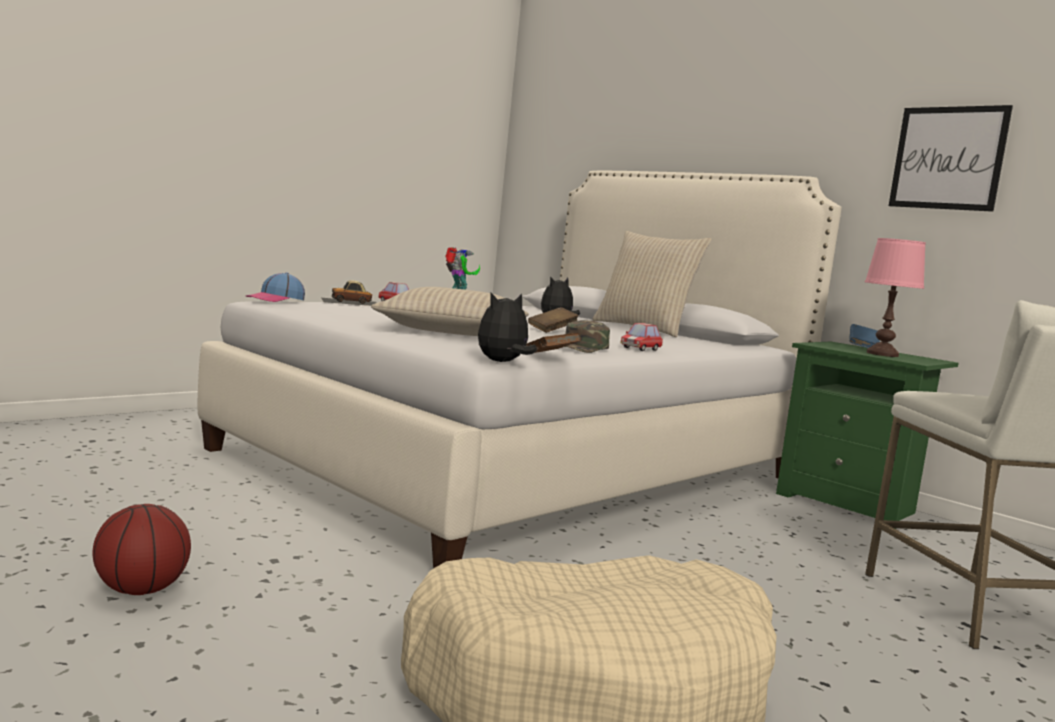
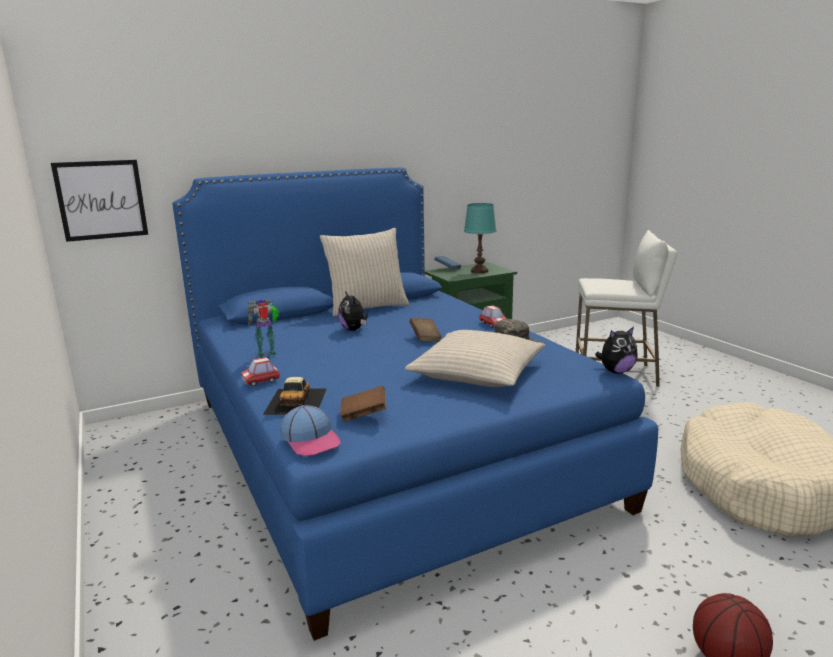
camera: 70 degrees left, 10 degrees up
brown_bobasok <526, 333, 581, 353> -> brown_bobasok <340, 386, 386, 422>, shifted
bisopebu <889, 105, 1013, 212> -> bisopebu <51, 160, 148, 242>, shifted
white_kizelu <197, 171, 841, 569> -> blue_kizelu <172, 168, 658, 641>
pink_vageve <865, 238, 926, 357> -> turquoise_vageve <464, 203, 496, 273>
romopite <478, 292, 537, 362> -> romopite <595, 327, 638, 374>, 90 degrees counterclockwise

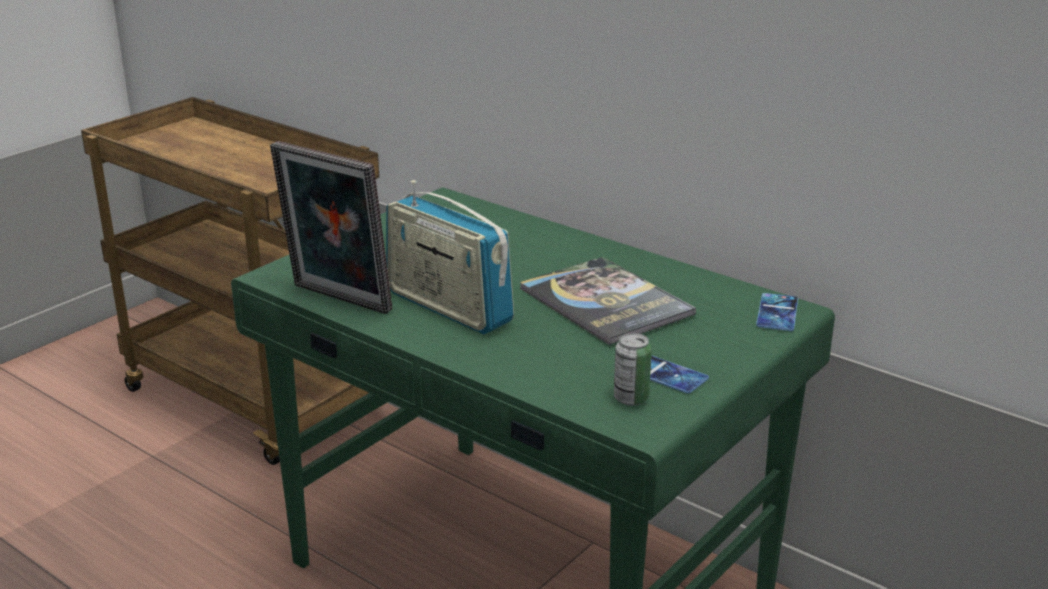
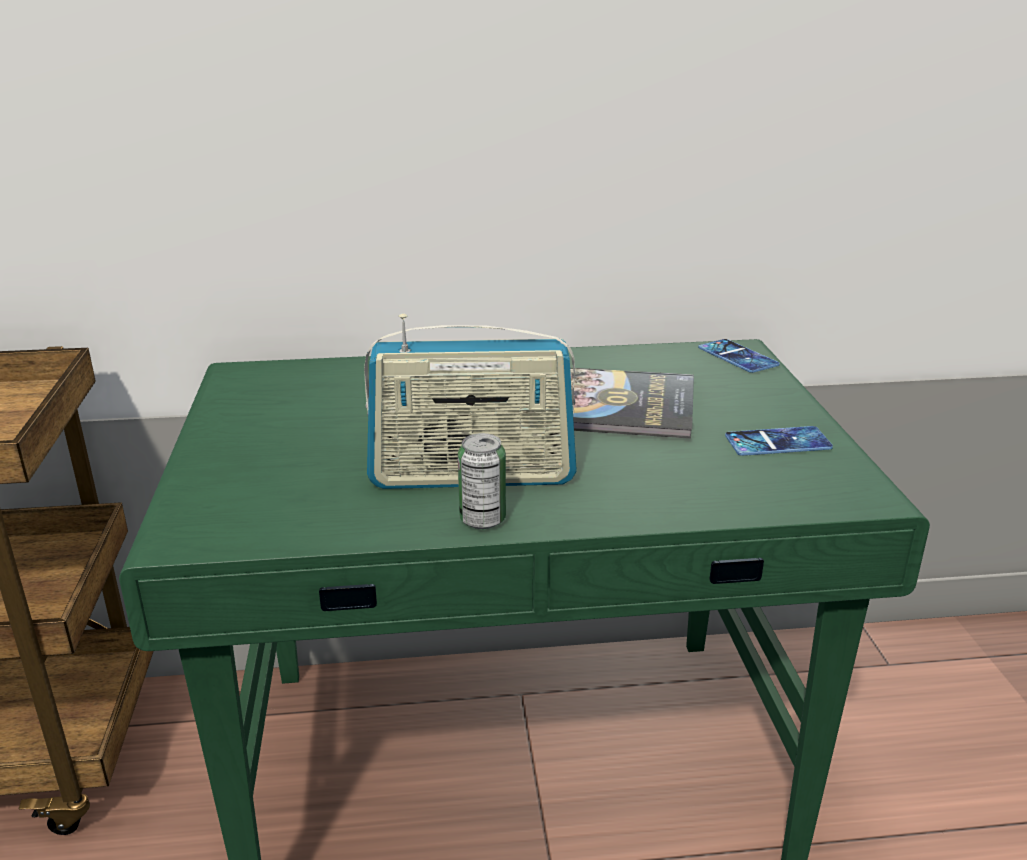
camera: 45 degrees left, 0 degrees up
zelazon <270, 141, 392, 314> -> none
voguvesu <614, 333, 652, 406> -> voguvesu <458, 433, 506, 529>, shifted

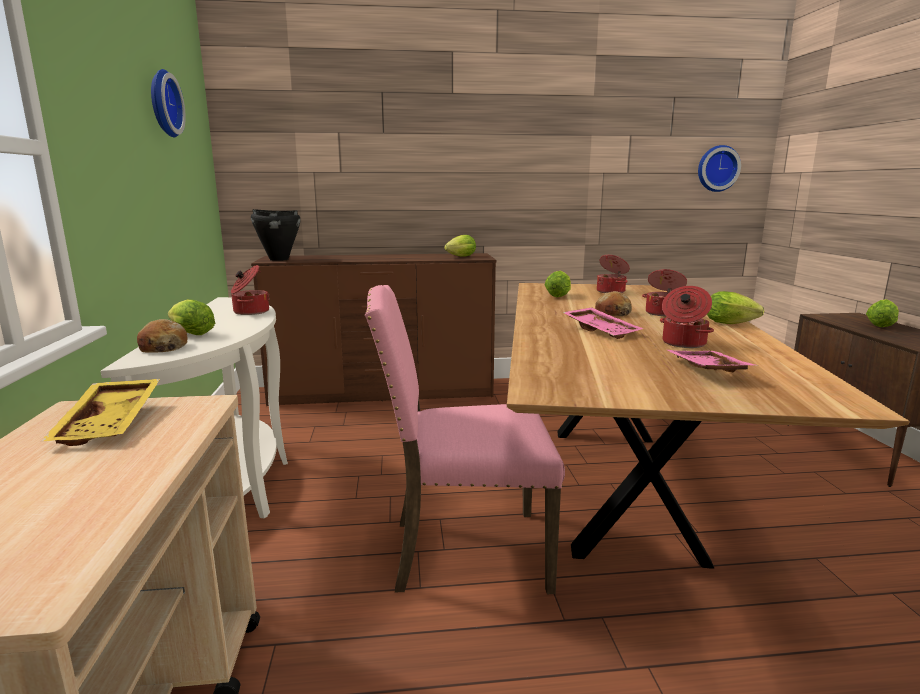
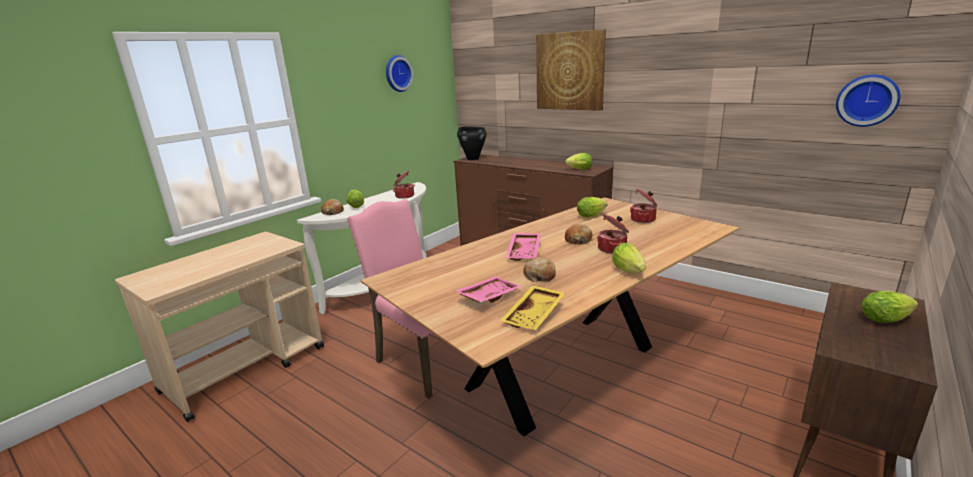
camera: 45 degrees right, 5 degrees up
none -> bisopebu <536, 29, 606, 111>
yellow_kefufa <41, 379, 160, 446> -> yellow_kefufa <500, 285, 565, 330>, shifted
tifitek <660, 286, 714, 348> -> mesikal <523, 256, 556, 282>

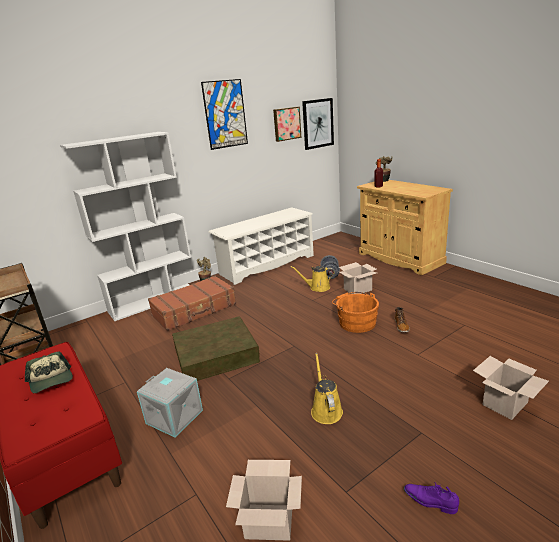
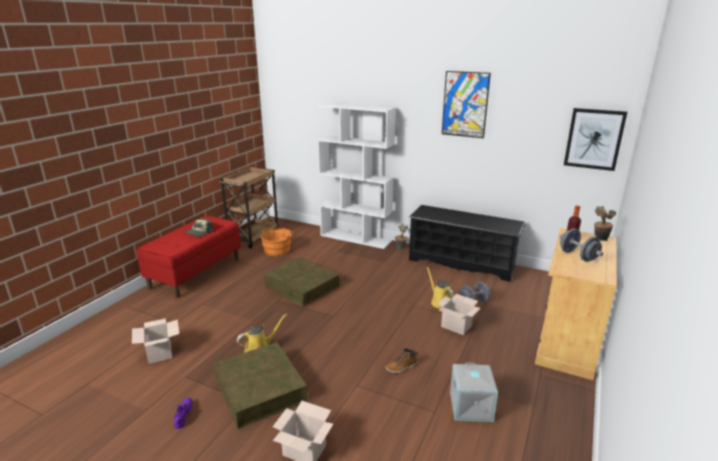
camera: 60 degrees right, 0 degrees up
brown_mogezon <148, 276, 236, 331> -> none
bisopebu <273, 107, 301, 142> -> none
none -> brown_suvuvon <213, 342, 308, 429>
none -> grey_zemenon <560, 229, 603, 262>
grey_suvuvon <137, 368, 203, 437> -> grey_suvuvon <450, 362, 498, 422>, shifted
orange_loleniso <332, 292, 379, 333> -> orange_loleniso <261, 228, 294, 256>, shifted
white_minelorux <208, 208, 314, 285> -> black_minelorux <409, 205, 526, 282>

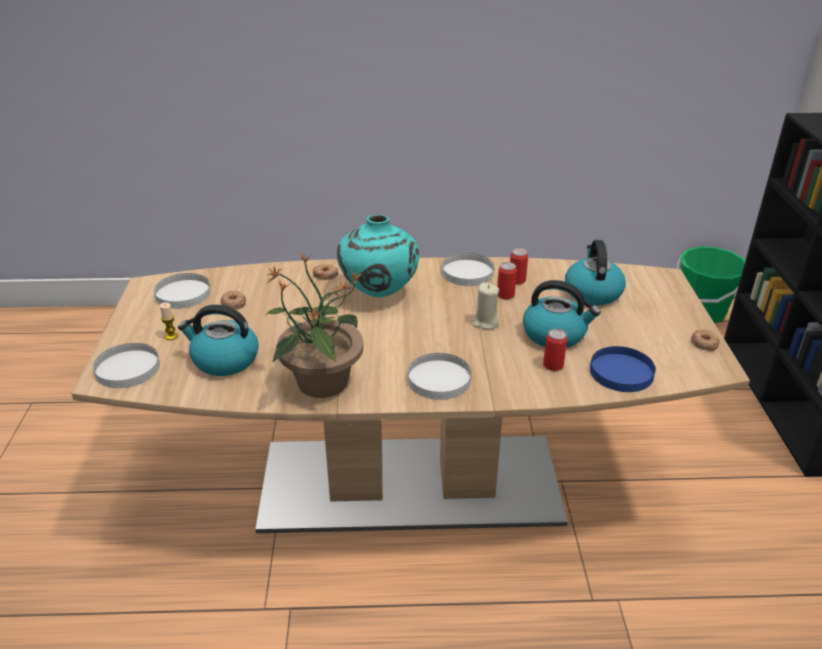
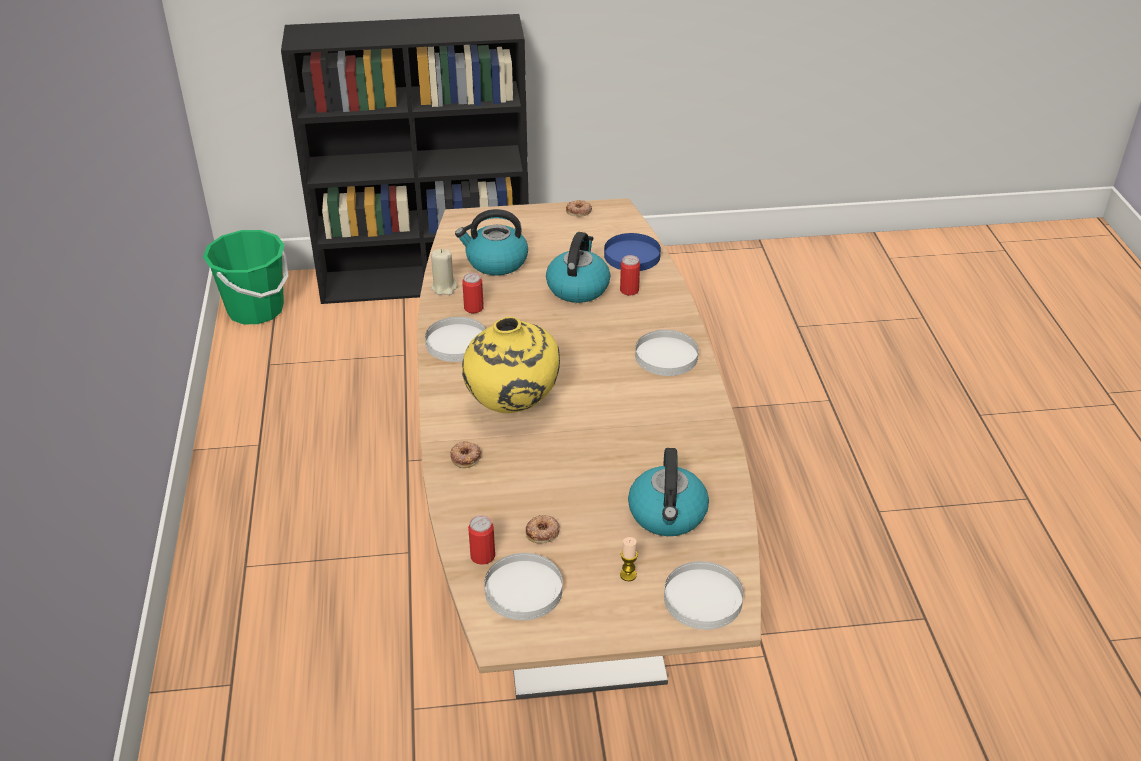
camera: 95 degrees left, 5 degrees up
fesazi <265, 253, 364, 398> -> none
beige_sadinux <473, 283, 499, 329> -> beige_sadinux <431, 249, 457, 295>, shifted
voguvesu <497, 262, 517, 299> -> voguvesu <468, 515, 495, 565>, shifted
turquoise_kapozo <336, 215, 419, 297> -> yellow_kapozo <462, 316, 560, 413>

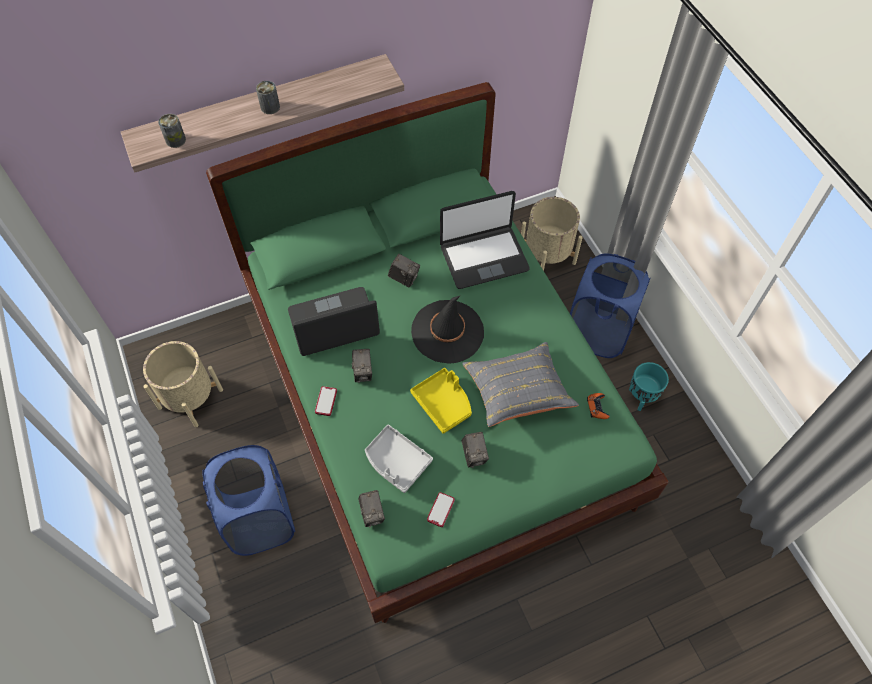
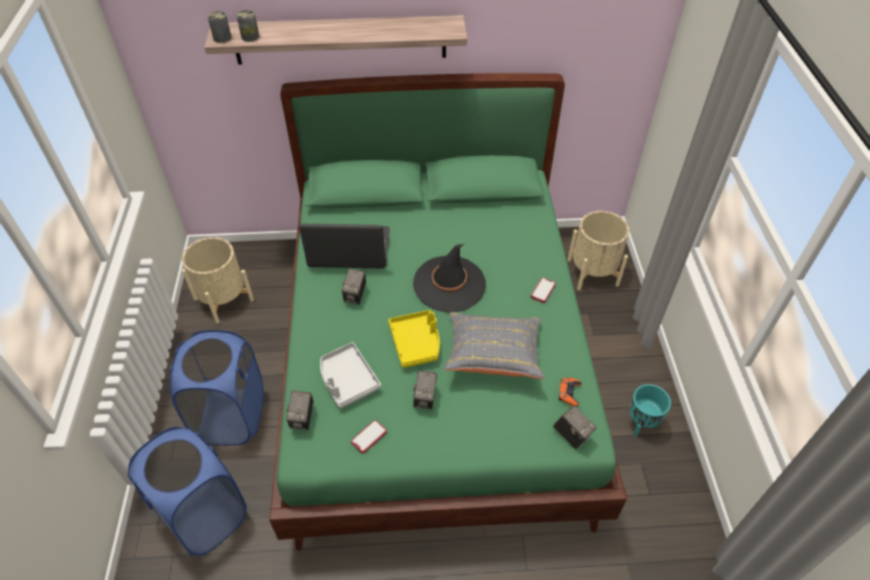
camera: 20 degrees right, 10 degrees down
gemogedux <440, 191, 530, 289> -> none
voguvesu <256, 81, 280, 114> -> voguvesu <208, 11, 232, 43>, shifted
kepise <315, 386, 337, 416> -> kepise <531, 278, 556, 303>, shifted
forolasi <388, 254, 420, 288> -> forolasi <553, 405, 597, 449>, shifted
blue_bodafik <570, 253, 651, 358> -> blue_bodafik <127, 427, 247, 556>, shifted

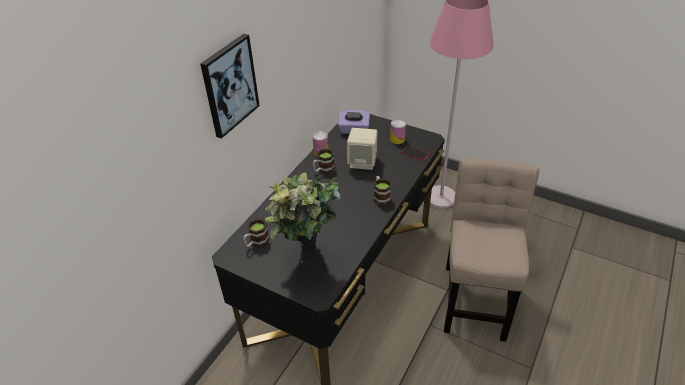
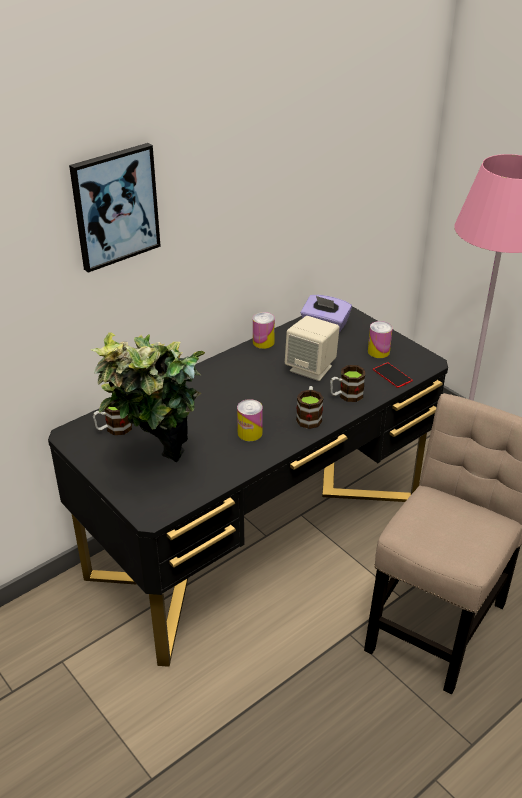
camera: 20 degrees right, 5 degrees down
none -> voguvesu <237, 399, 263, 441>
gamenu <313, 148, 335, 174> -> gamenu <330, 365, 365, 402>, shifted

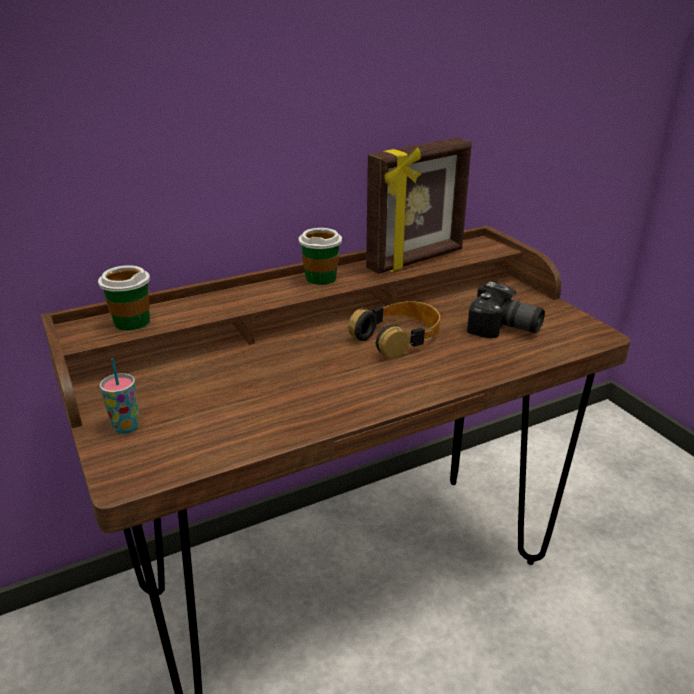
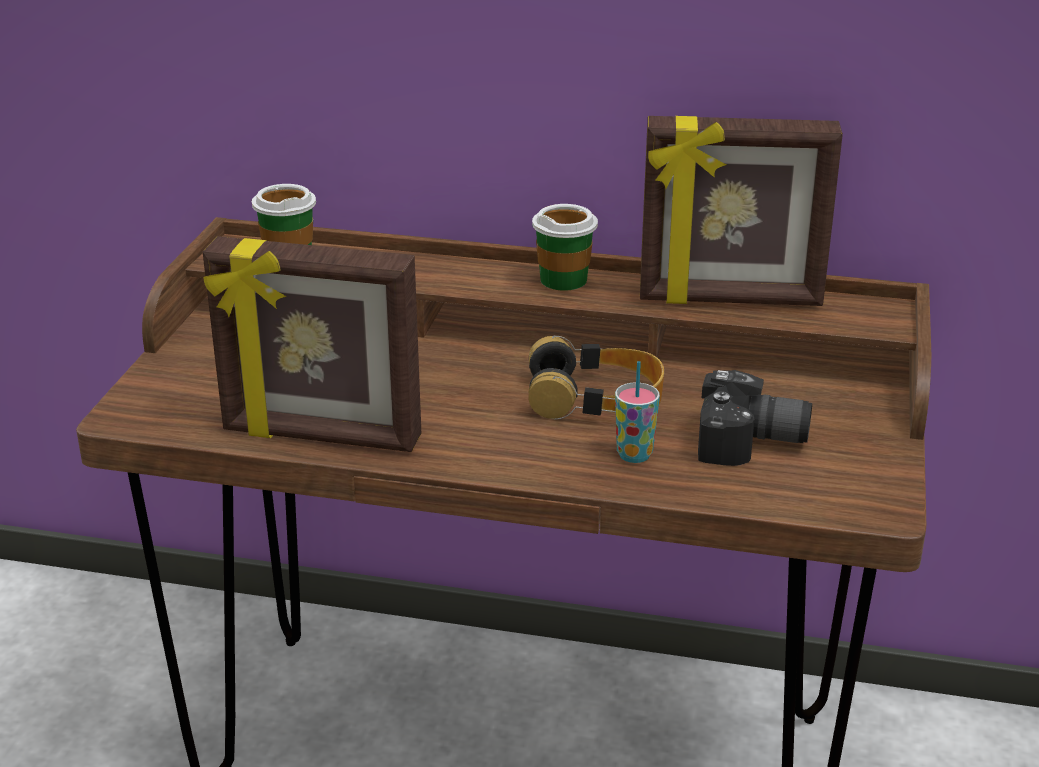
camera: 40 degrees right, 0 degrees up
none -> zelazon <203, 236, 421, 452>
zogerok <100, 358, 140, 434> -> zogerok <615, 361, 660, 463>, shifted
forolasi <467, 282, 545, 338> -> forolasi <698, 370, 812, 466>, 60 degrees counterclockwise

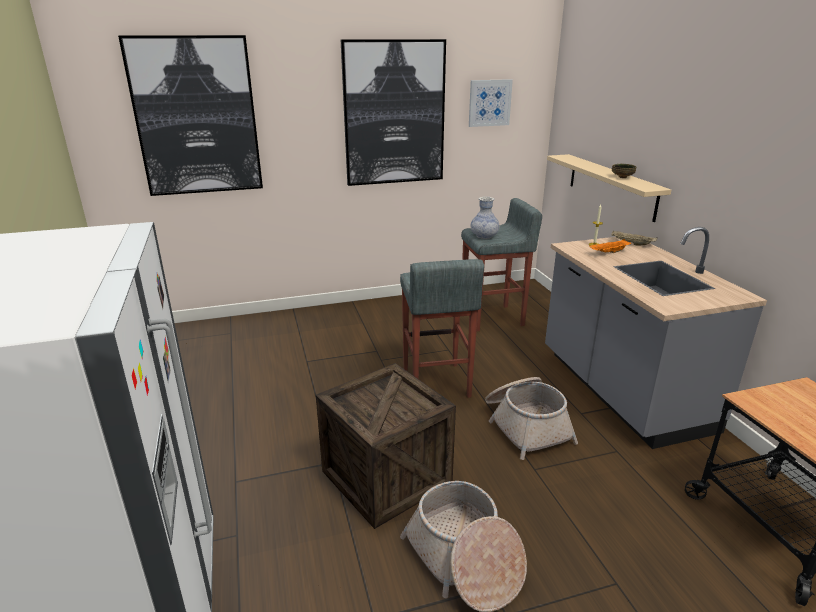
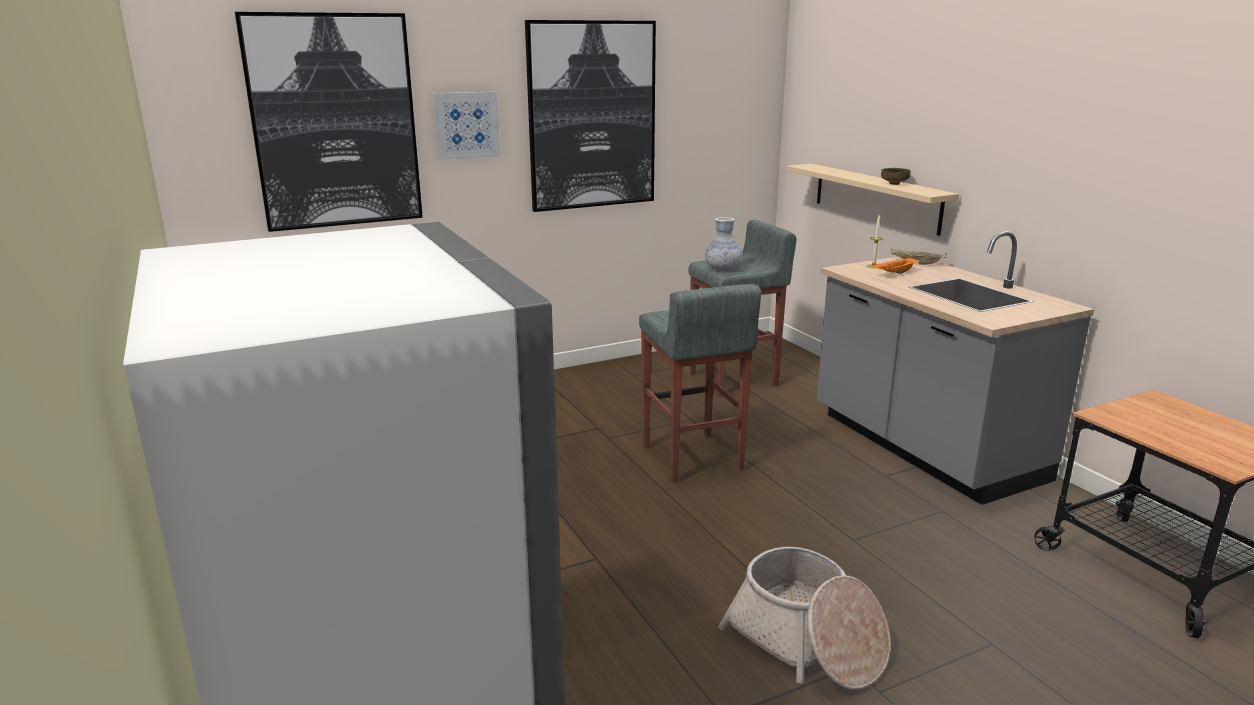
camera: 10 degrees left, 5 degrees down
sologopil <316, 363, 456, 529> -> none
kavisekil <485, 377, 578, 460> -> none
bisopebu <469, 79, 513, 127> -> bisopebu <433, 91, 500, 160>, shifted

